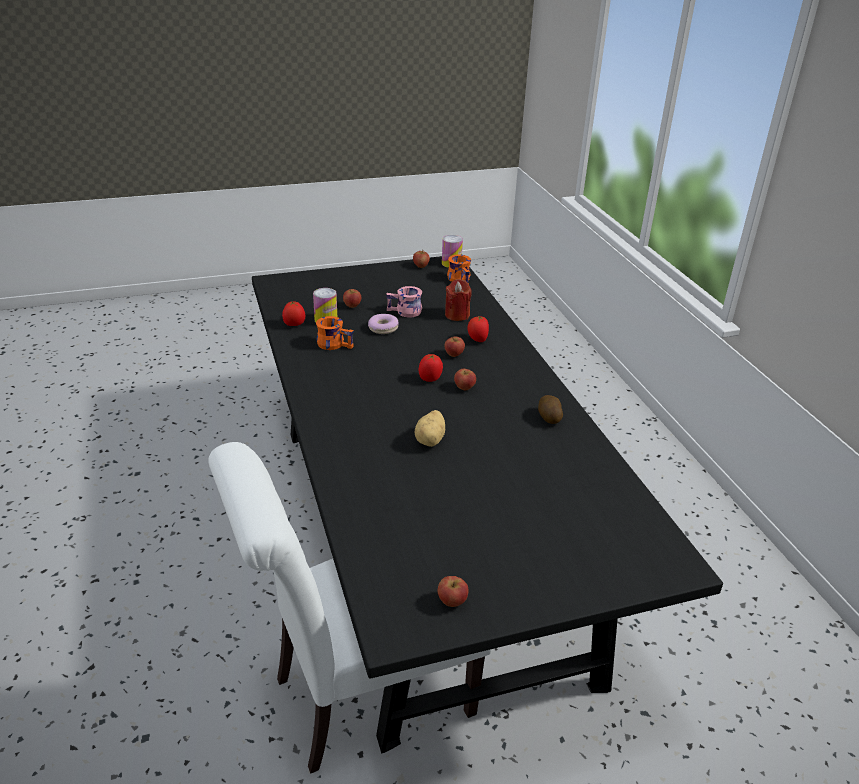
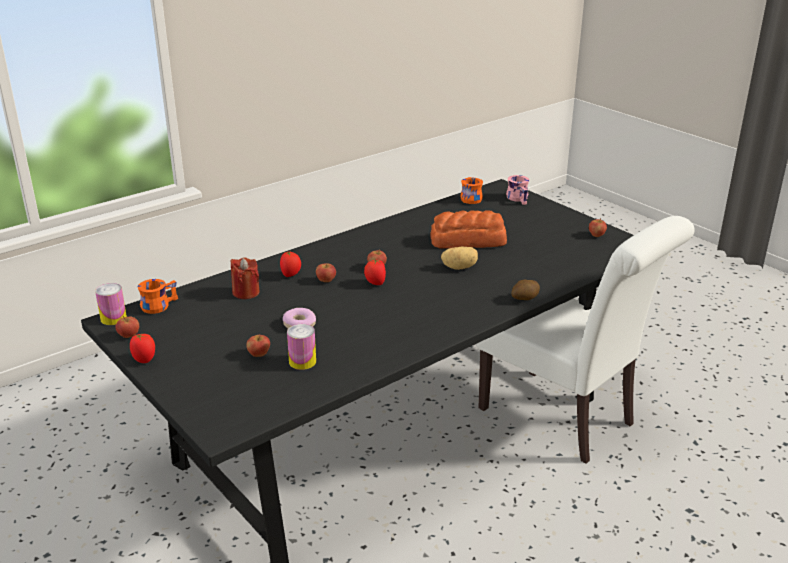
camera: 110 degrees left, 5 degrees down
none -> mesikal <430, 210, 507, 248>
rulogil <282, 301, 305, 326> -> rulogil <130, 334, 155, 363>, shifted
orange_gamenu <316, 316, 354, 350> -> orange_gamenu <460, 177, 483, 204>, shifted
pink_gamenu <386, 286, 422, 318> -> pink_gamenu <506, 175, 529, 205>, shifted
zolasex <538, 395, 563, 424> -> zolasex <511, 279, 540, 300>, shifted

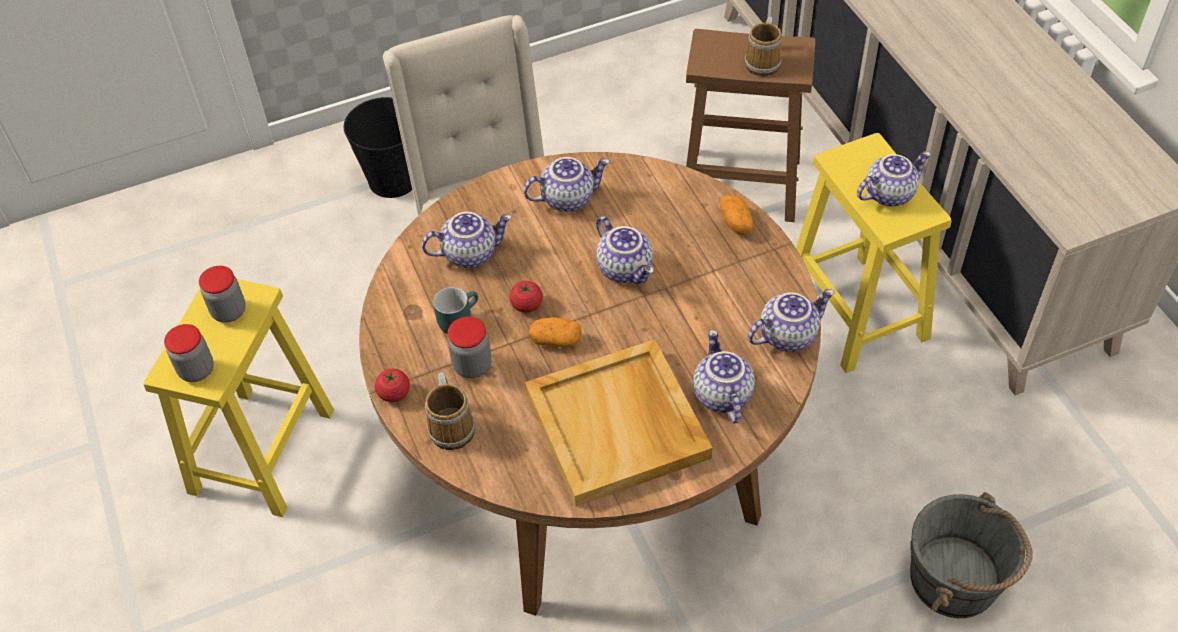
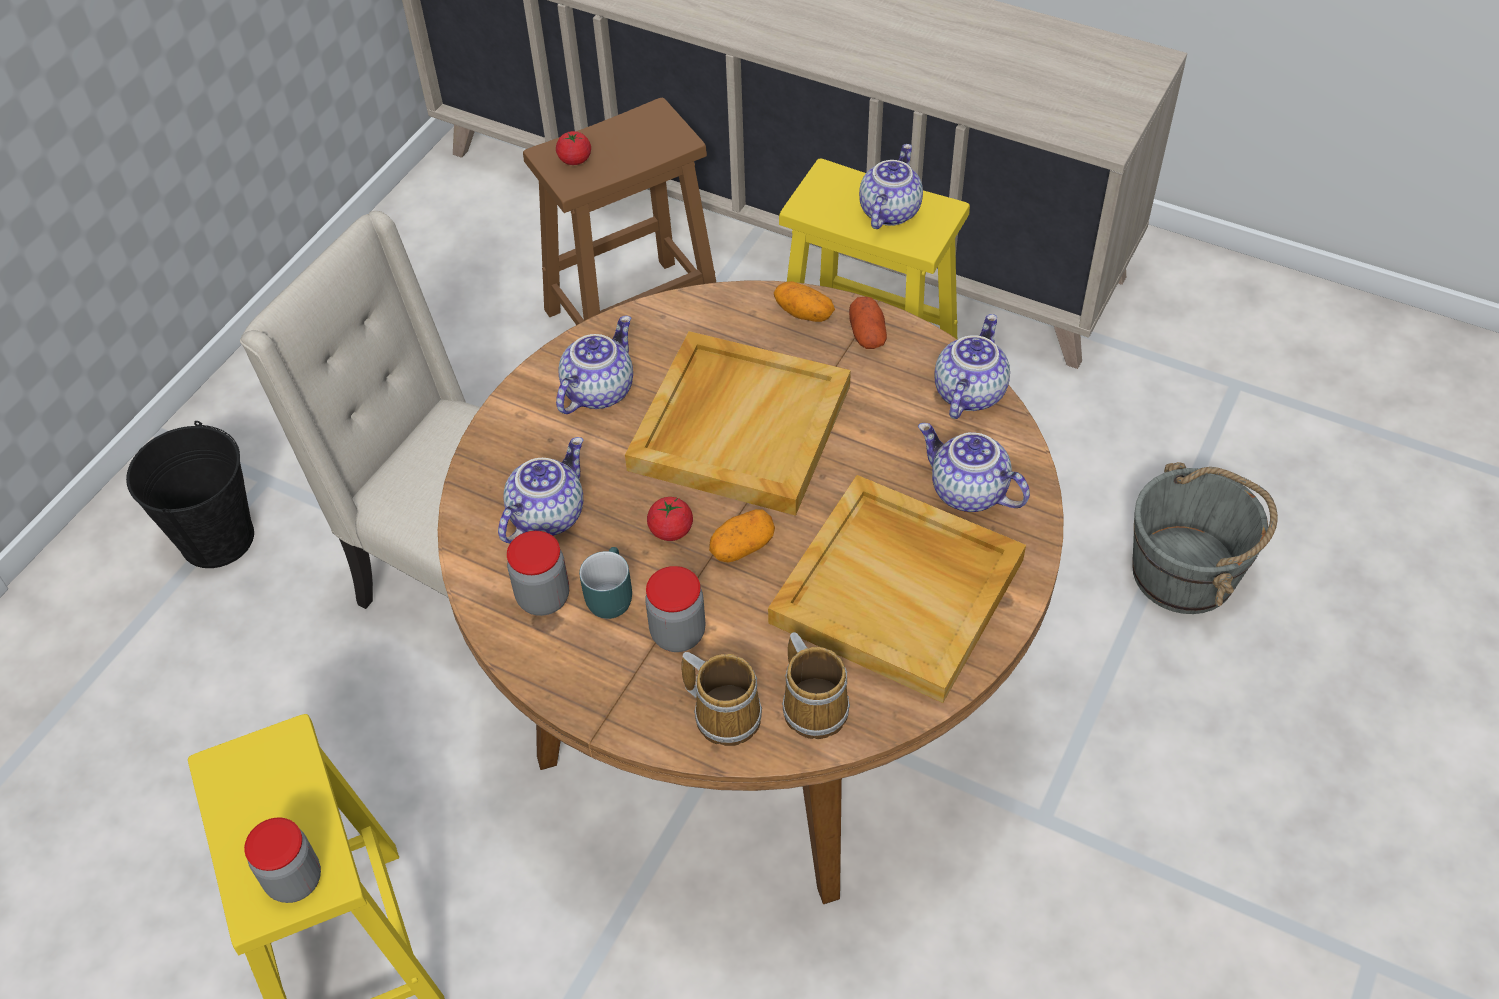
camera: 40 degrees left, 0 degrees up
none -> zolasex <849, 297, 887, 349>
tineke <199, 266, 246, 323> -> tineke <507, 531, 569, 616>, shifted
rulogil <375, 369, 410, 402> -> rulogil <556, 131, 591, 165>, shifted
gamenu <745, 17, 782, 77> -> gamenu <782, 632, 850, 739>, shifted
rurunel <596, 216, 654, 284> -> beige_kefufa <625, 331, 851, 516>

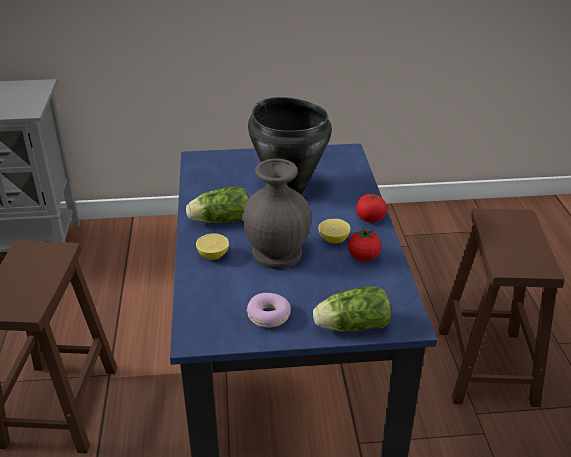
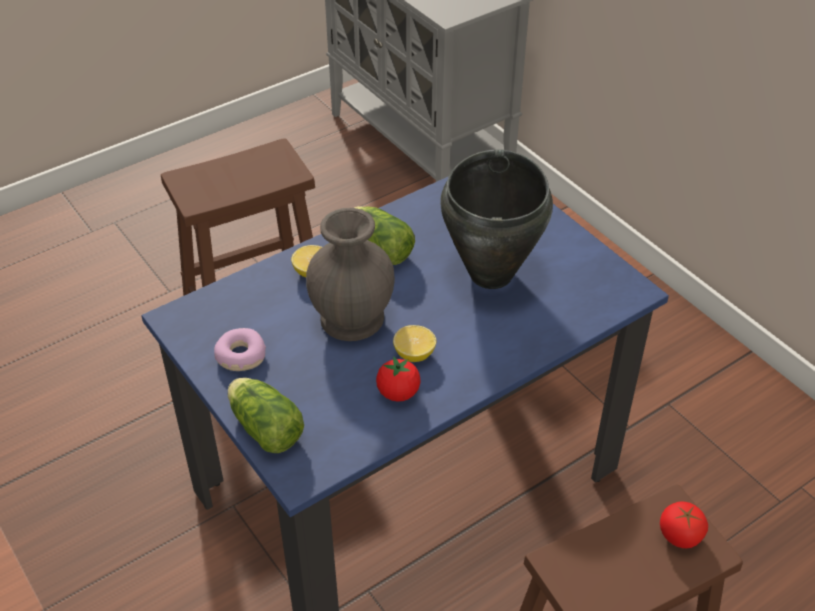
camera: 60 degrees right, 10 degrees up
rulogil <356, 194, 387, 223> -> rulogil <660, 501, 708, 548>, shifted

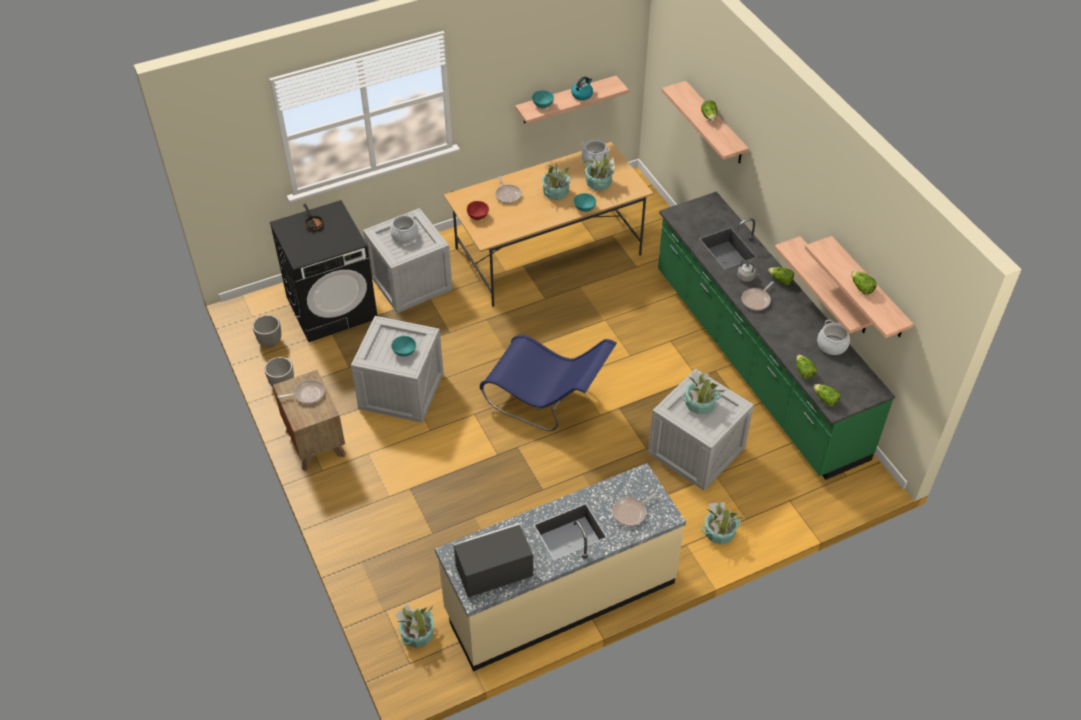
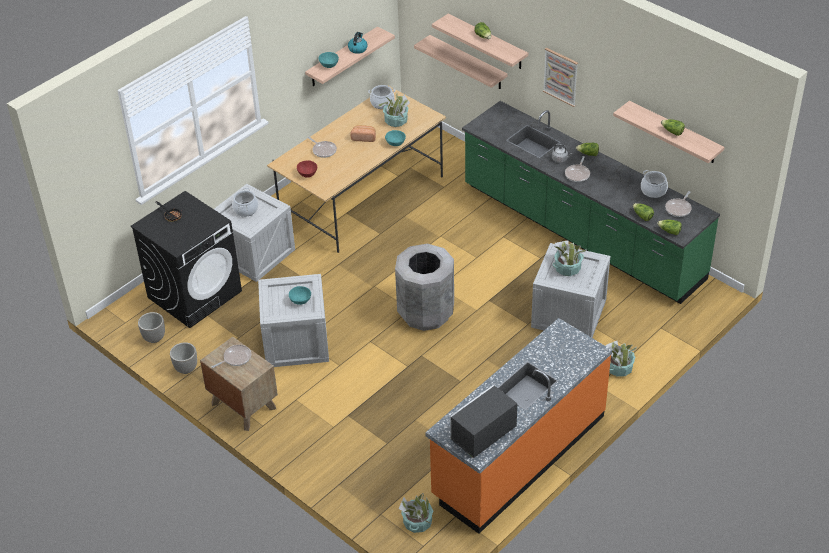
camera: 20 degrees left, 5 degrees down
none -> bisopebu <543, 48, 578, 107>
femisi <612, 493, 657, 526> -> femisi <665, 191, 692, 217>, shifted
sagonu <774, 236, 873, 334> -> sagonu <414, 35, 508, 89>, shifted
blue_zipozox <480, 335, 617, 431> -> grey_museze <395, 244, 454, 331>
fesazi <542, 164, 572, 200> -> mesikal <350, 126, 376, 142>
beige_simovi <435, 463, 686, 671> -> orange_simovi <425, 318, 612, 534>

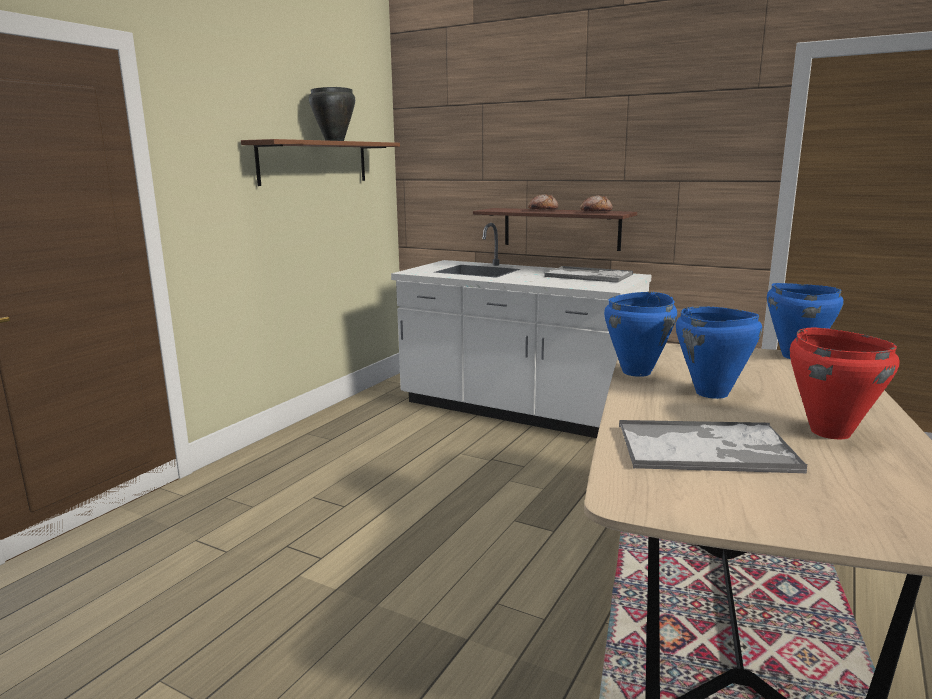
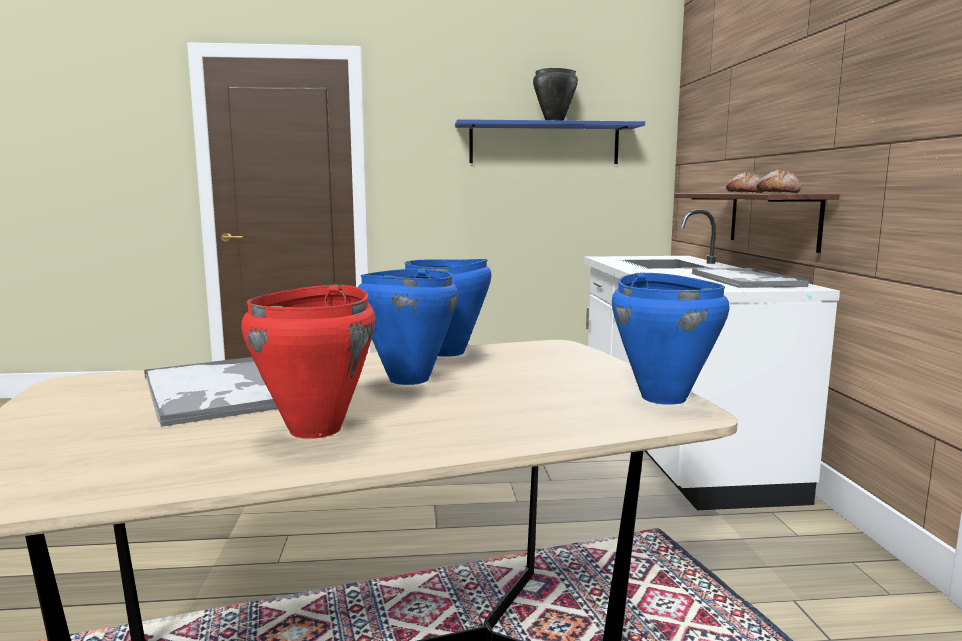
camera: 55 degrees right, 5 degrees down
brown_sagonu <241, 139, 400, 186> -> blue_sagonu <455, 119, 645, 164>

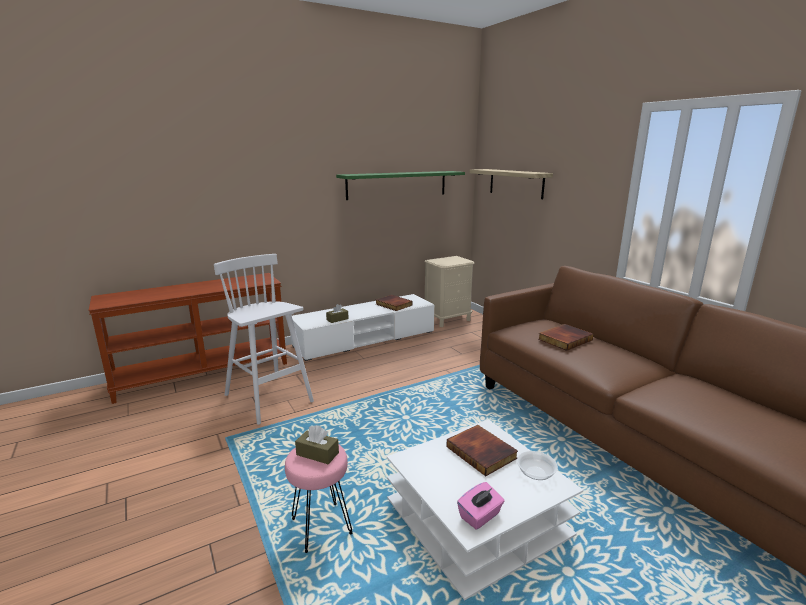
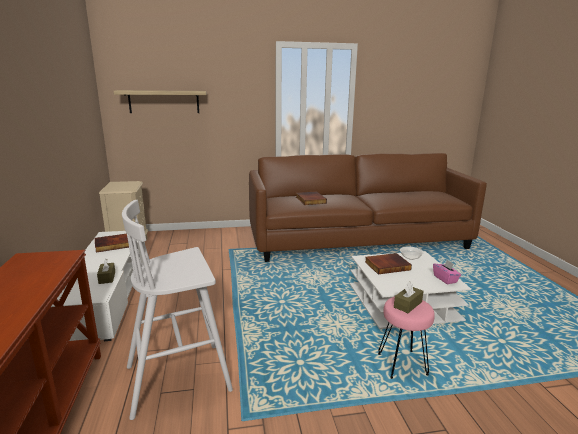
camera: 70 degrees left, 0 degrees up
green_sagonu <336, 171, 465, 200> -> none

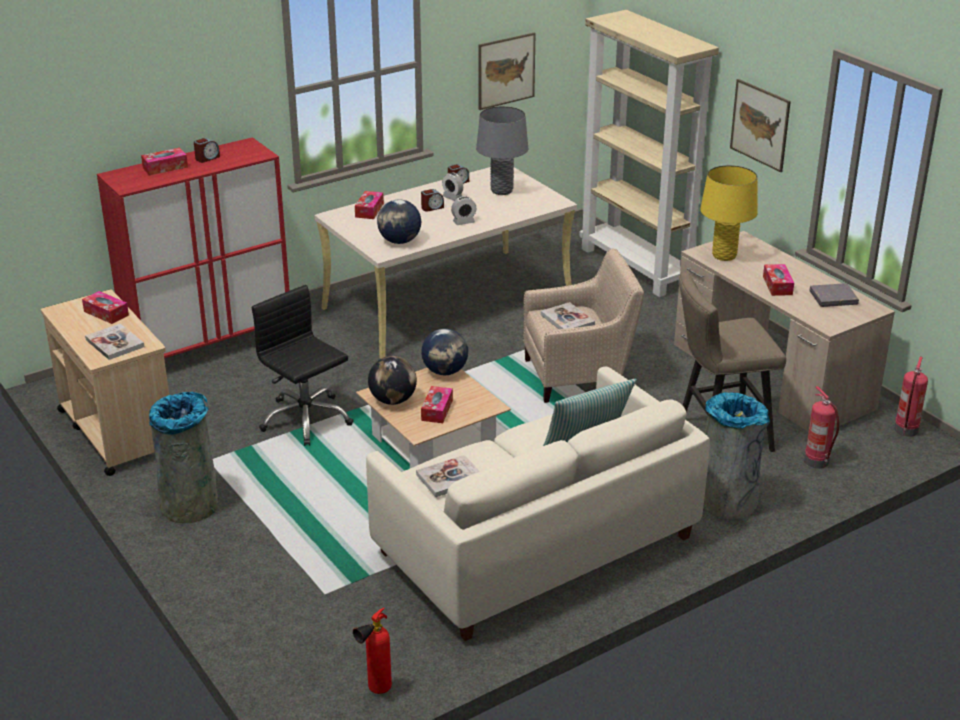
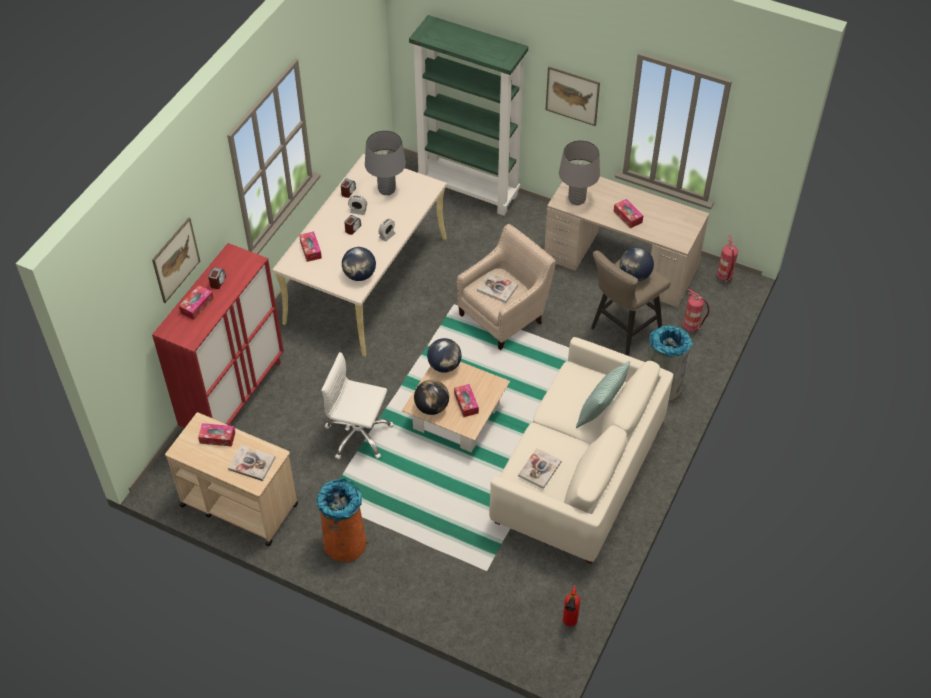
camera: 30 degrees left, 20 degrees up
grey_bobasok <809, 283, 859, 307> -> none
none -> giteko <620, 247, 654, 281>
bisopebu <479, 33, 535, 110> -> bisopebu <152, 218, 200, 303>, shifted
grey_museze <149, 392, 218, 523> -> orange_museze <316, 479, 368, 562>
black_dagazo <252, 285, 354, 446> -> white_dagazo <321, 352, 394, 459>
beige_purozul <579, 10, 719, 297> -> green_purozul <409, 15, 528, 216>
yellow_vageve <700, 165, 758, 261> -> grey_vageve <559, 140, 600, 205>

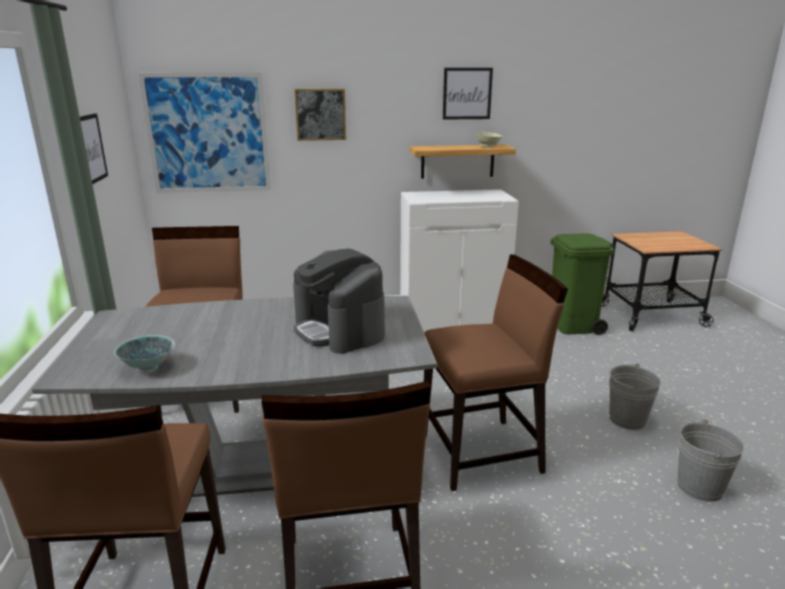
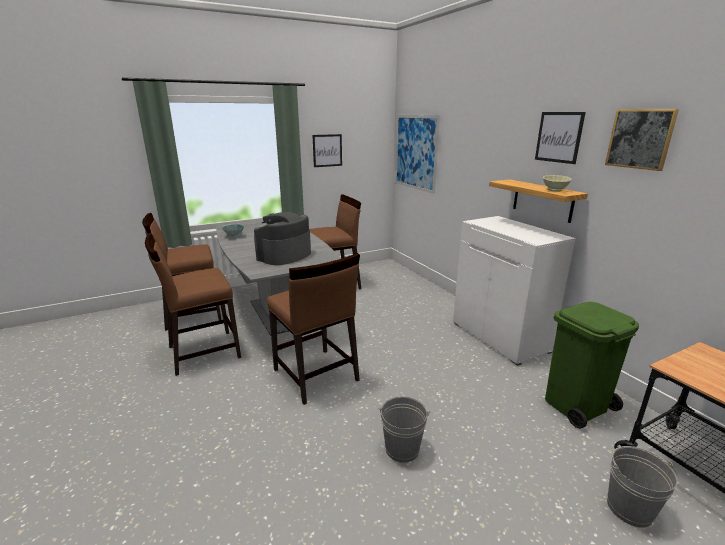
camera: 70 degrees right, 0 degrees up
bisopebu <295, 89, 346, 141> -> bisopebu <605, 109, 679, 171>, shifted
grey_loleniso <677, 419, 744, 502> -> grey_loleniso <607, 446, 678, 528>, shifted

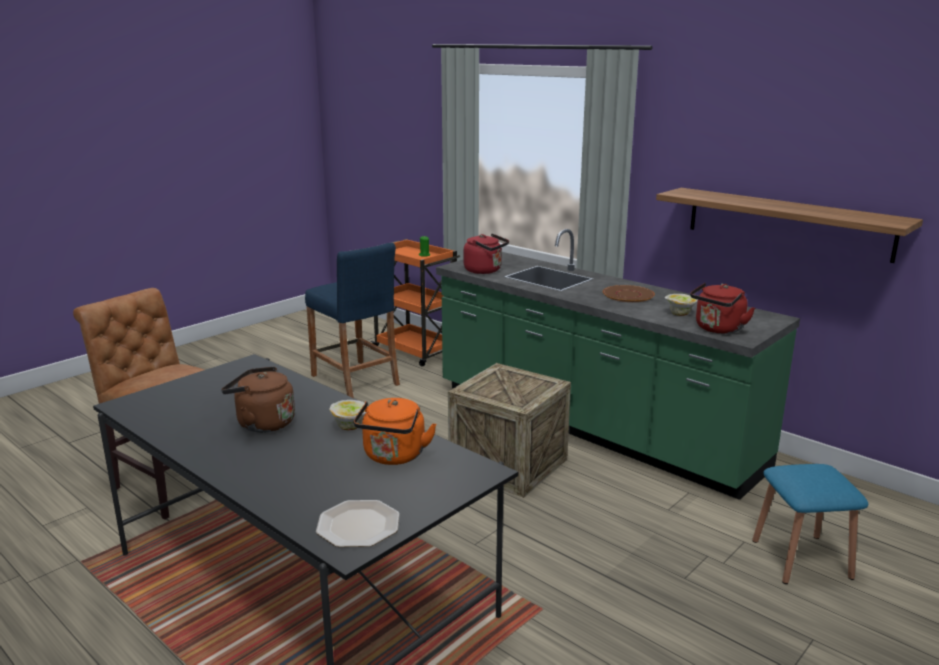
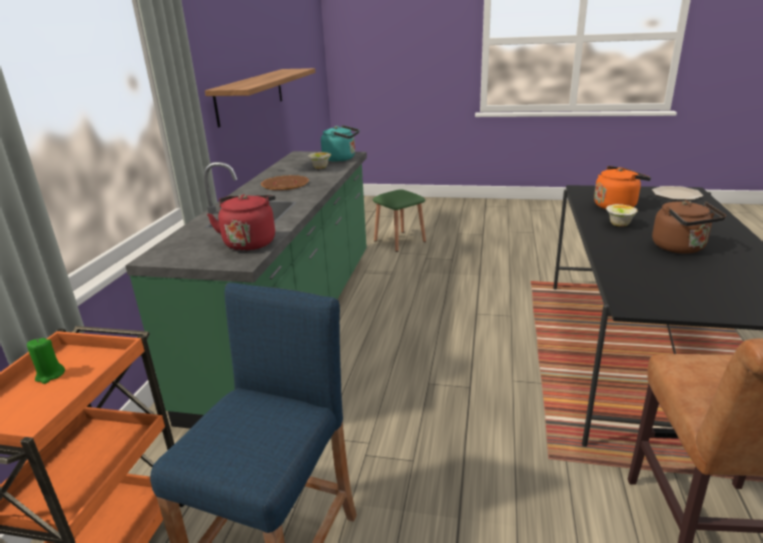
camera: 120 degrees left, 5 degrees up
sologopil <448, 363, 571, 498> -> none
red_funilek <690, 283, 755, 334> -> turquoise_funilek <321, 125, 359, 162>
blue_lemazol <752, 464, 868, 584> -> green_lemazol <373, 190, 426, 252>

